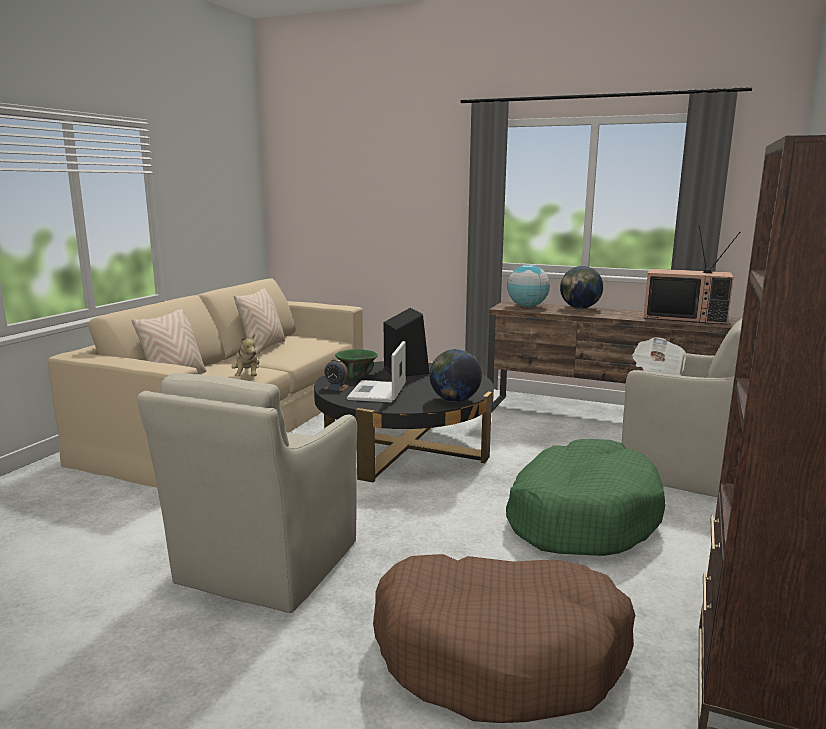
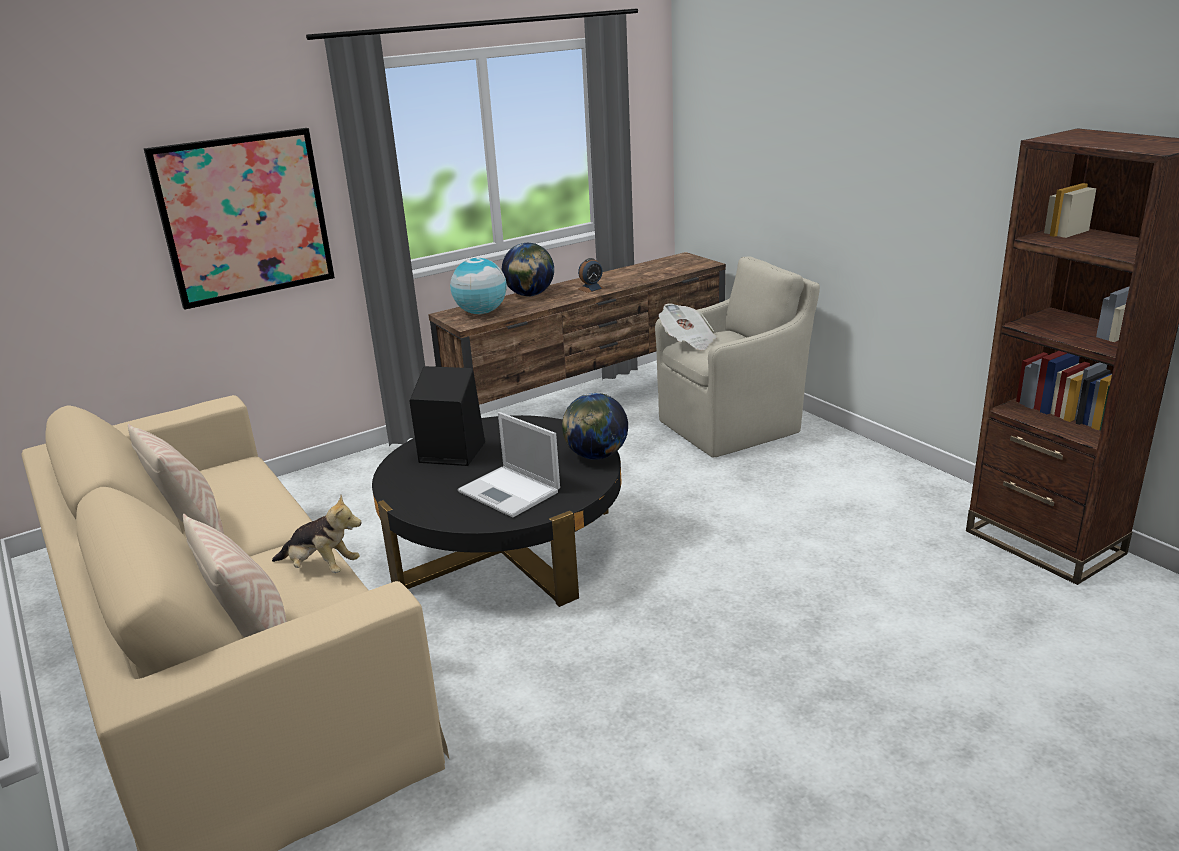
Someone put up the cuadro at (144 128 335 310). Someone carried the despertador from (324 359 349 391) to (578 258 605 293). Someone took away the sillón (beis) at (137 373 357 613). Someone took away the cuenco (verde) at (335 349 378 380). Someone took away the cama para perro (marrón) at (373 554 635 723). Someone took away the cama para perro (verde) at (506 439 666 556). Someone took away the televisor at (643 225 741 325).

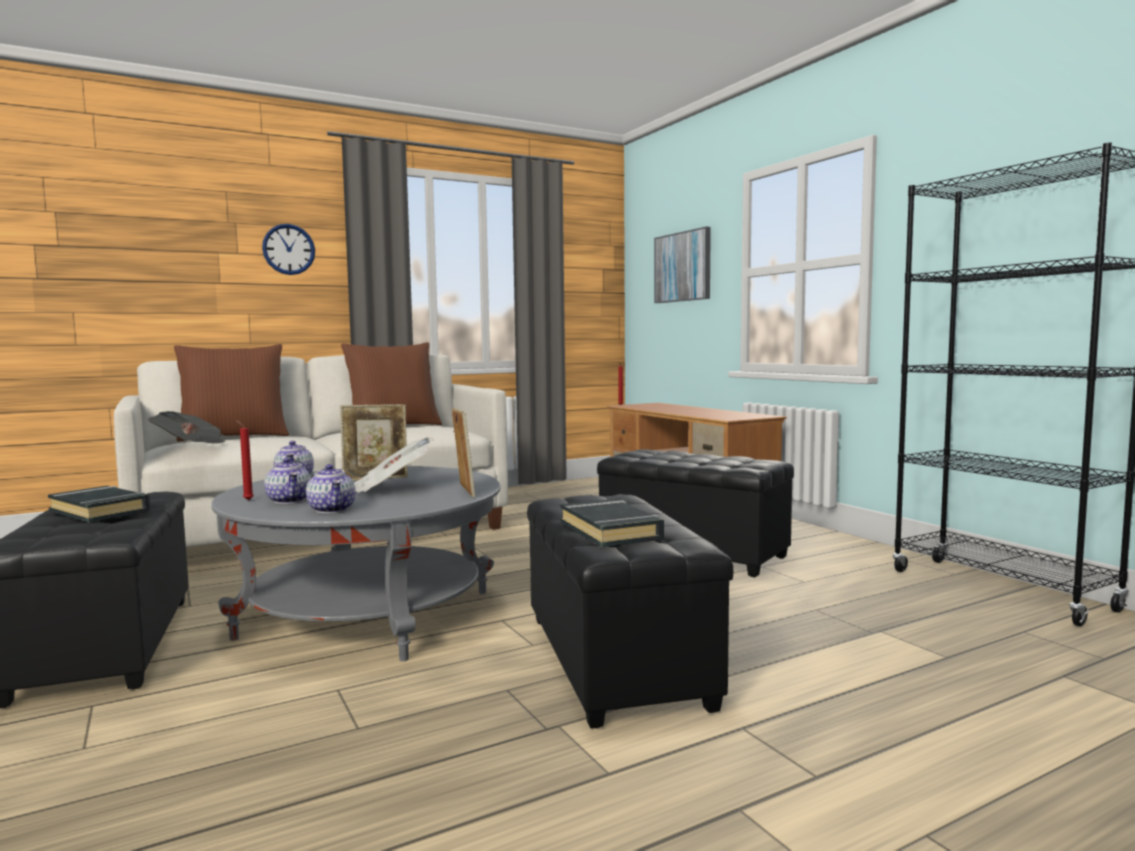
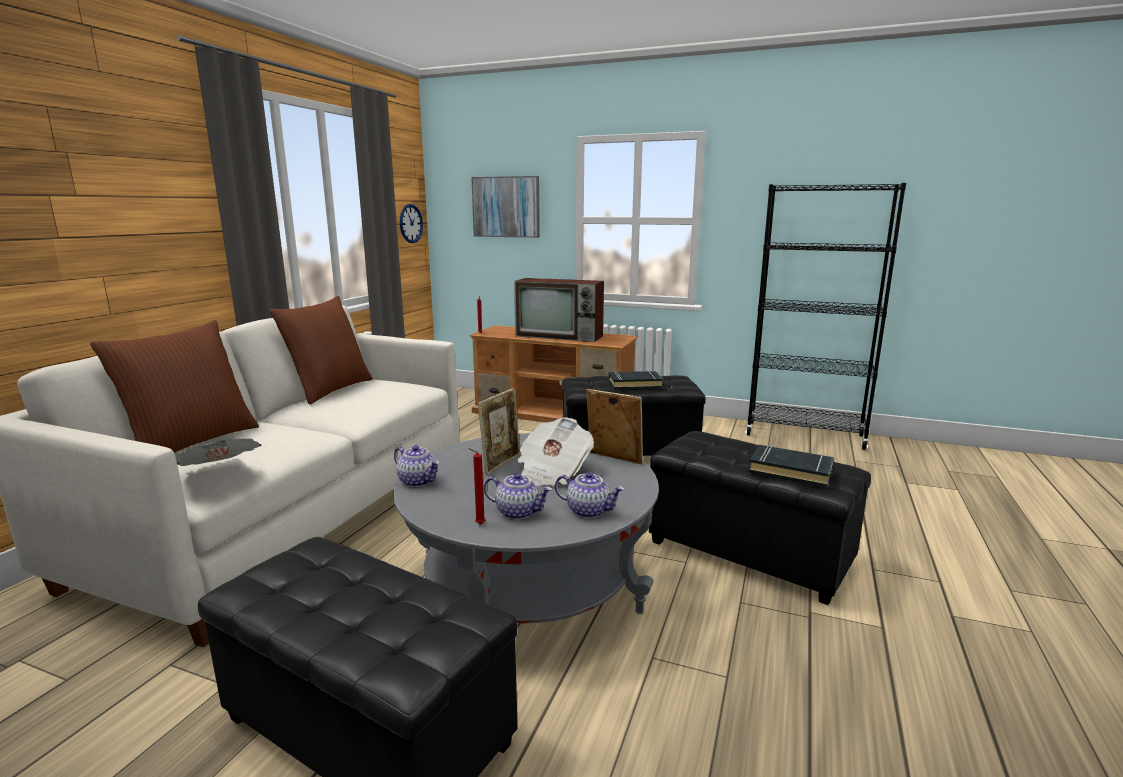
Someone carried the reloj de pared from (262 224 315 275) to (400 204 423 243). Someone put down the televisor at (514 278 604 342). Someone carried the libro (negro) from (48 486 150 522) to (609 371 663 389).

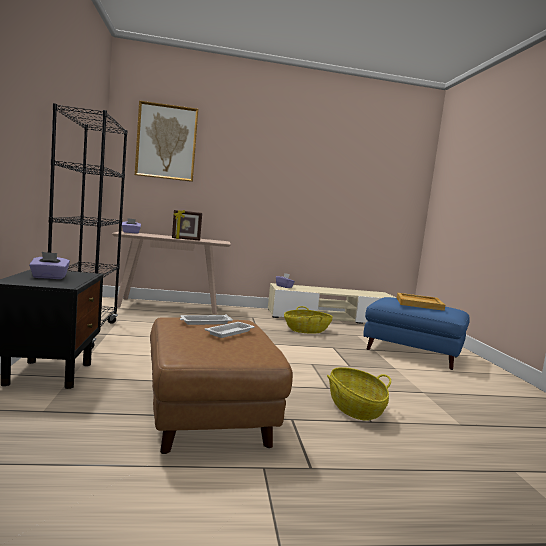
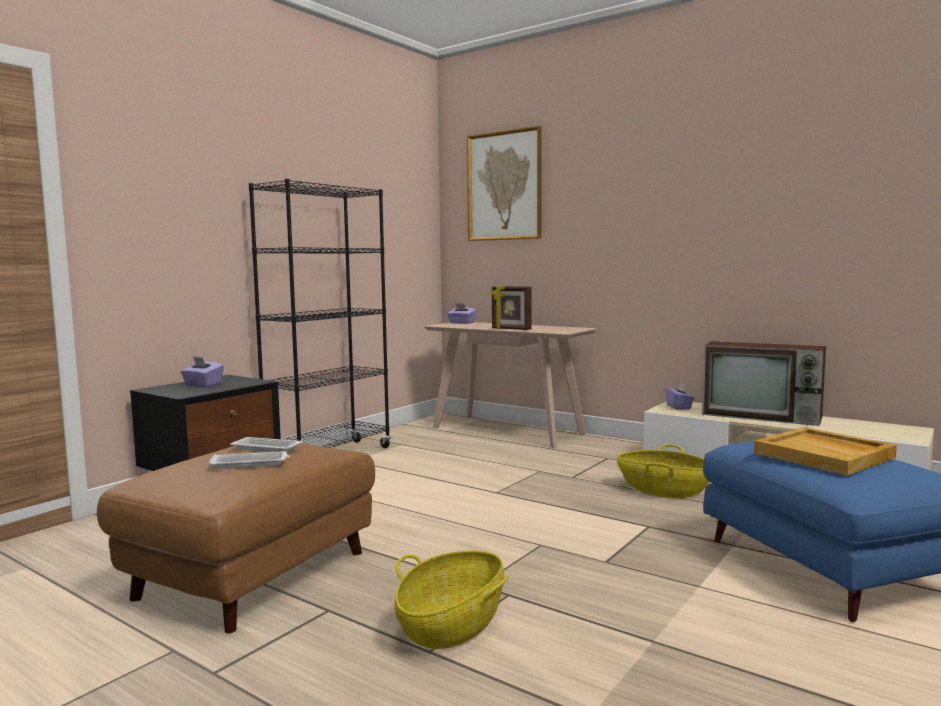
Someone put down the televisor at (702 341 826 426).

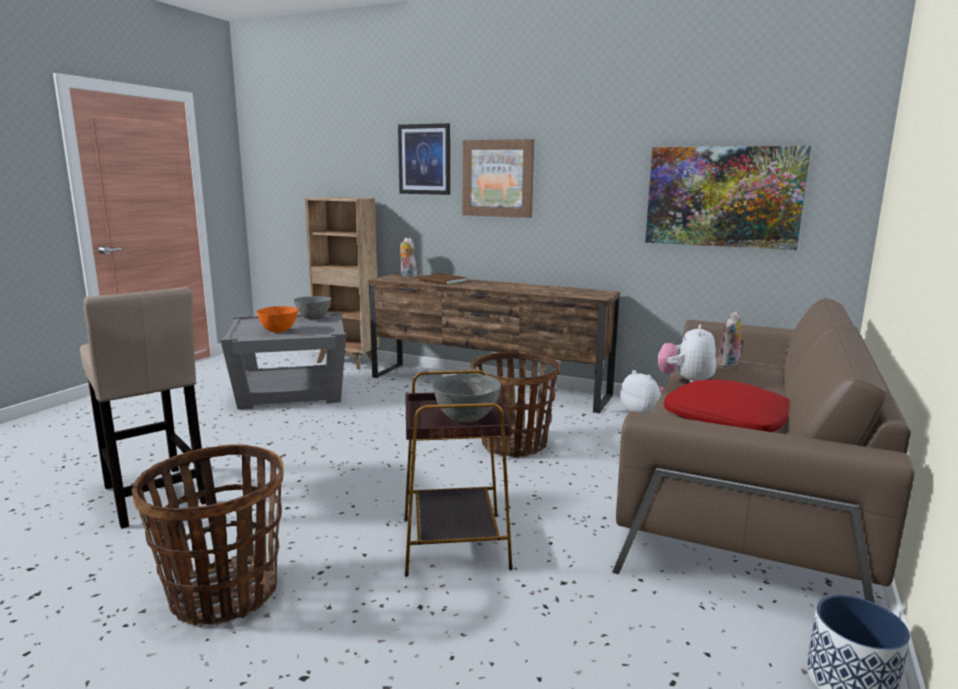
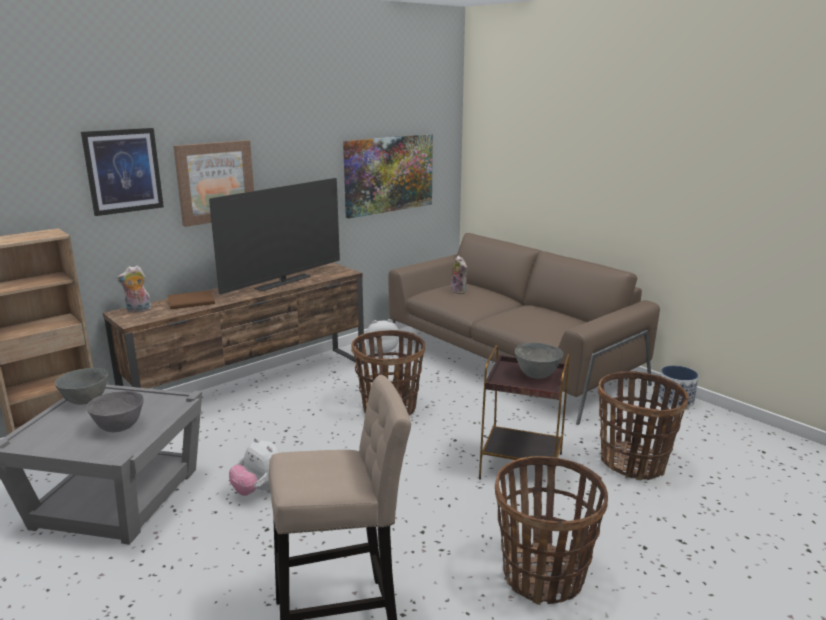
Someone repainted the cuenco (naranja) at (257 306 298 333), which became the cuenco (gris) at (87 391 144 432). Someone put down the televisor at (209 178 340 294). Someone carried the peluche from (658 325 716 383) to (229 438 280 496). Someone put down the cesta at (598 371 689 480). Someone took away the cojín (rojo) at (664 379 790 432).

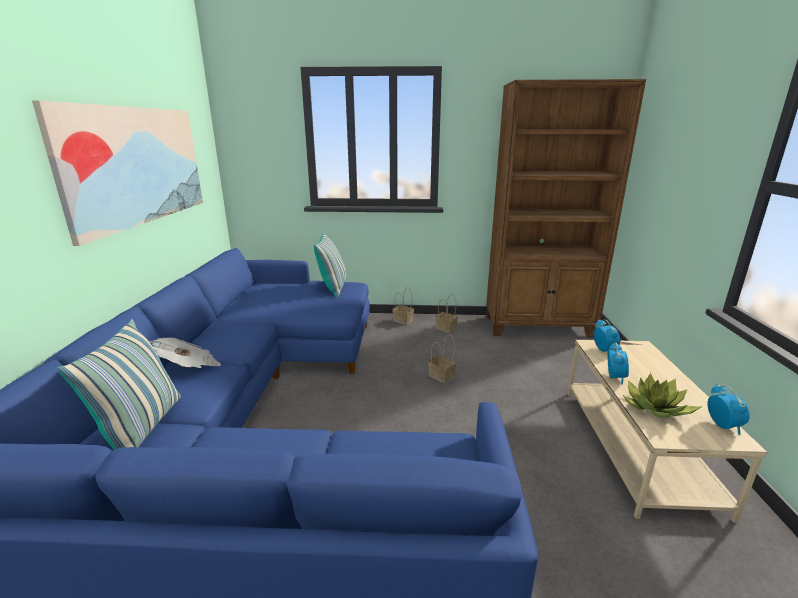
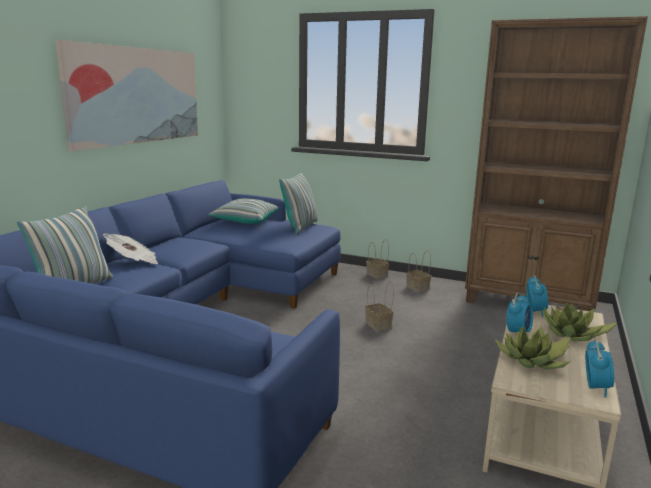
Someone put down the cojín at (208 199 279 224). Someone put down the planta en maceta at (542 302 617 341).

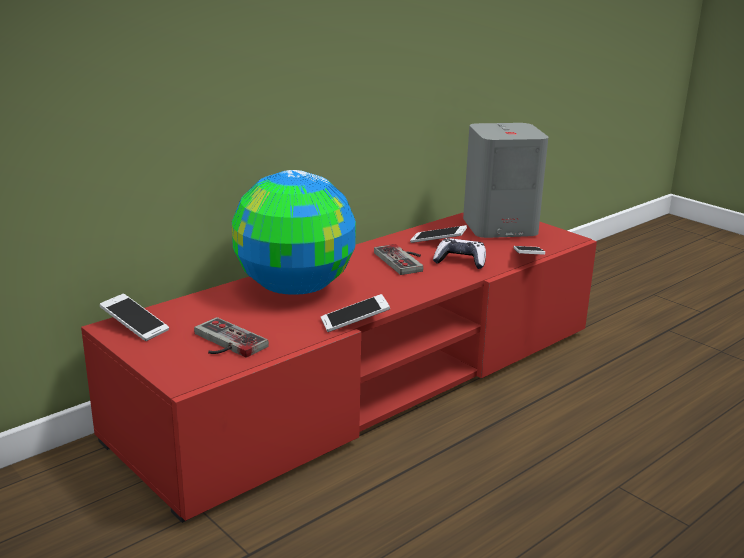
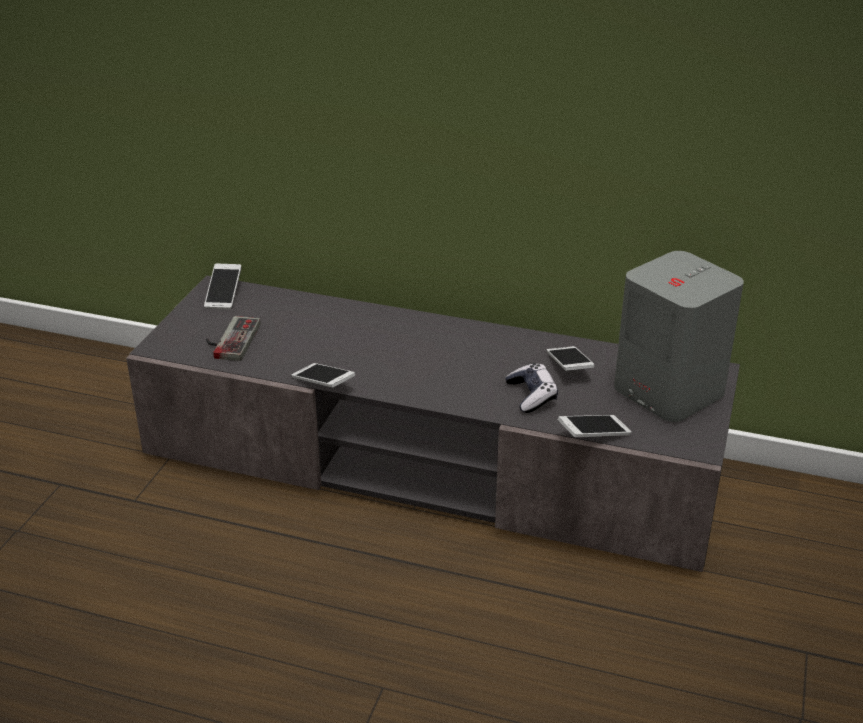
Someone repainted the mueble de televisión (rojo) at (81 212 597 523), which became the mueble de televisión (gris) at (126 276 740 572). Someone took away the globo terráqueo at (232 170 356 295). Someone took away the mando de consola at (374 244 423 275).

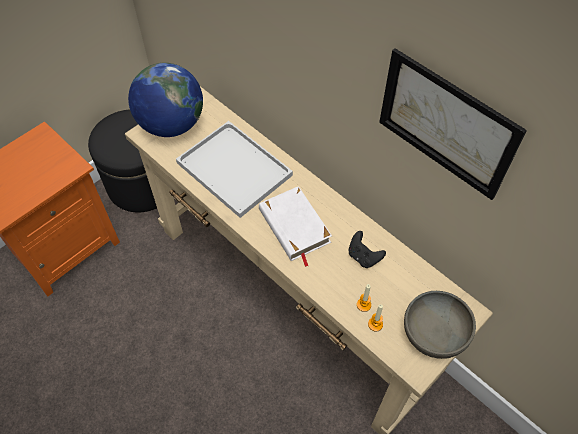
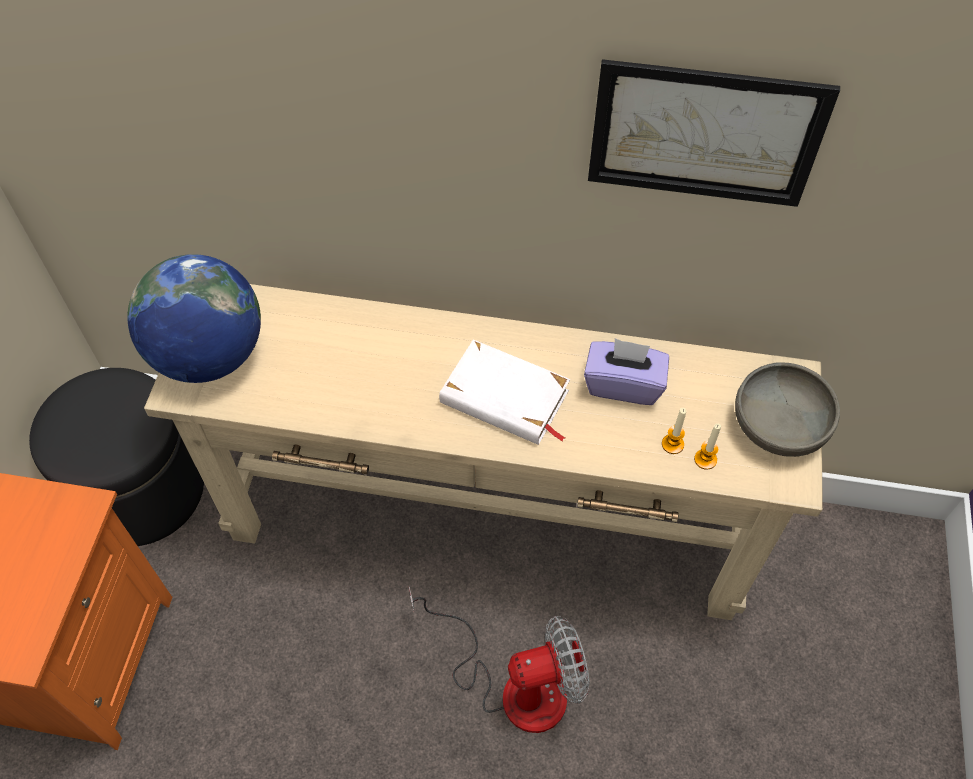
Someone put down the ventilador at (409 587 589 733). Someone swapped the mando de consola (negro) at (348 231 386 268) for the caja de pañuelos (morado) at (584 338 669 405). Someone took away the bandeja (blanco) at (176 121 293 218).

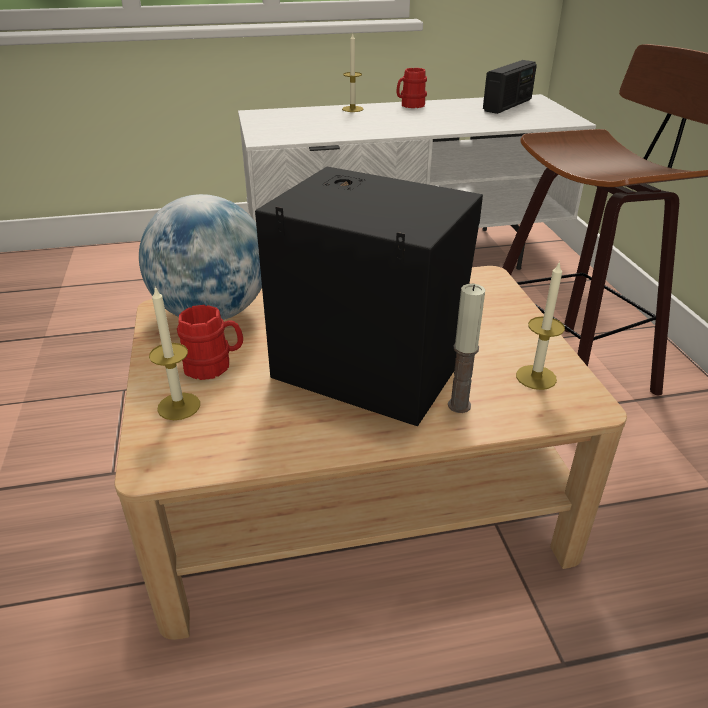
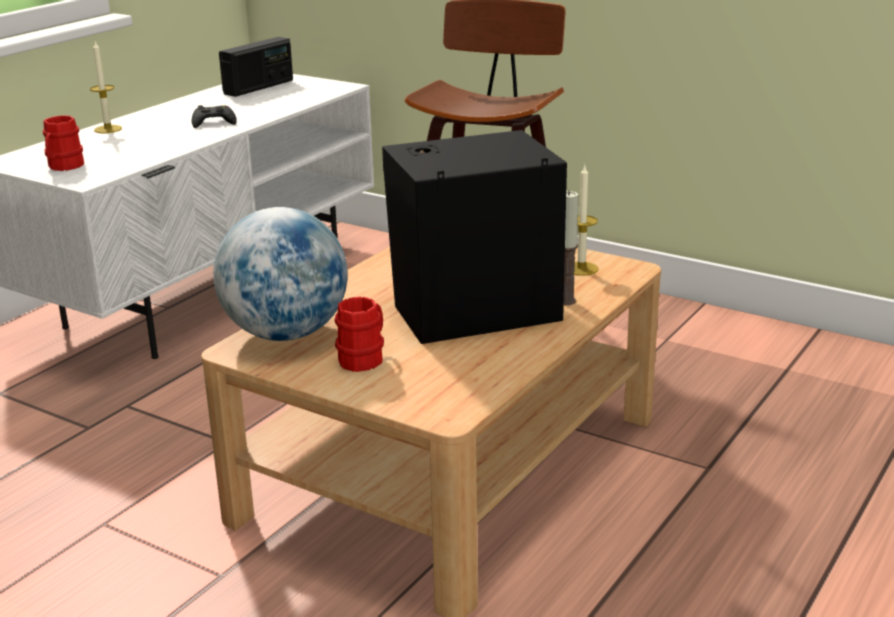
Someone carried the taza grande (rojo) from (396 68 427 108) to (43 115 84 171). Someone put down the mando de consola (negro) at (192 105 237 128). Someone rotated the radio at (483 60 537 114) by 45 degrees clockwise. Someone took away the vela at (149 286 200 420).

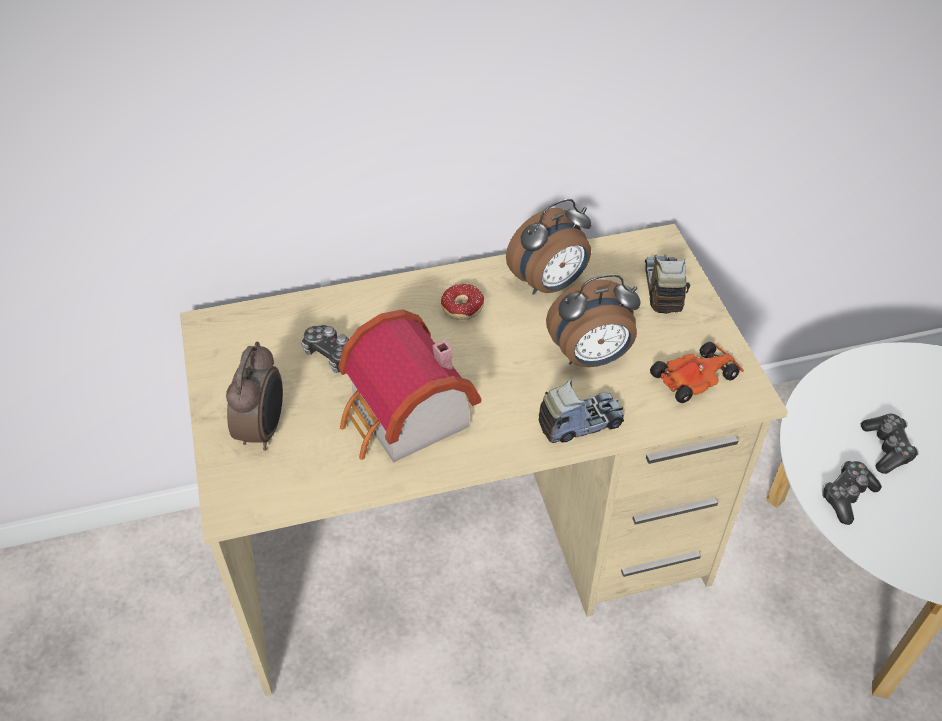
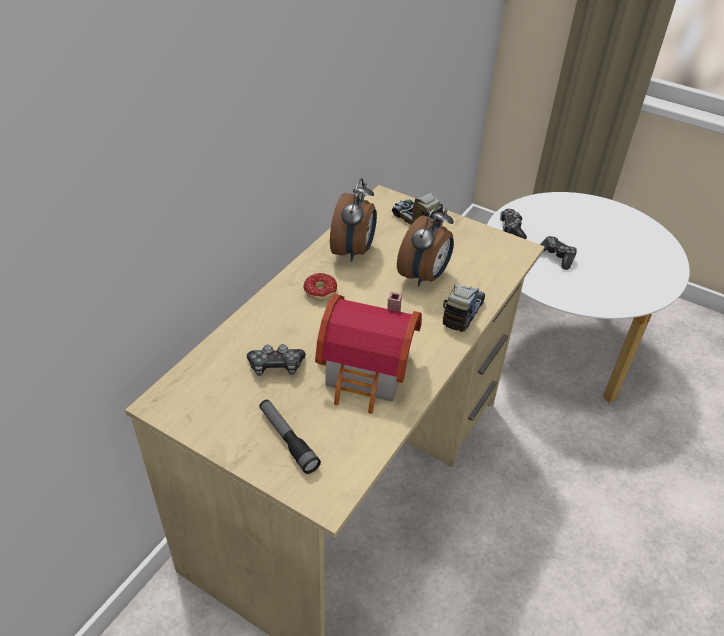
Someone swapped the despertador at (226 342 283 451) for the linterna at (259 400 321 474). Someone carried the mando de consola from (822 461 882 525) to (500 209 527 239). Someone took away the coche de juguete at (650 342 744 403).

